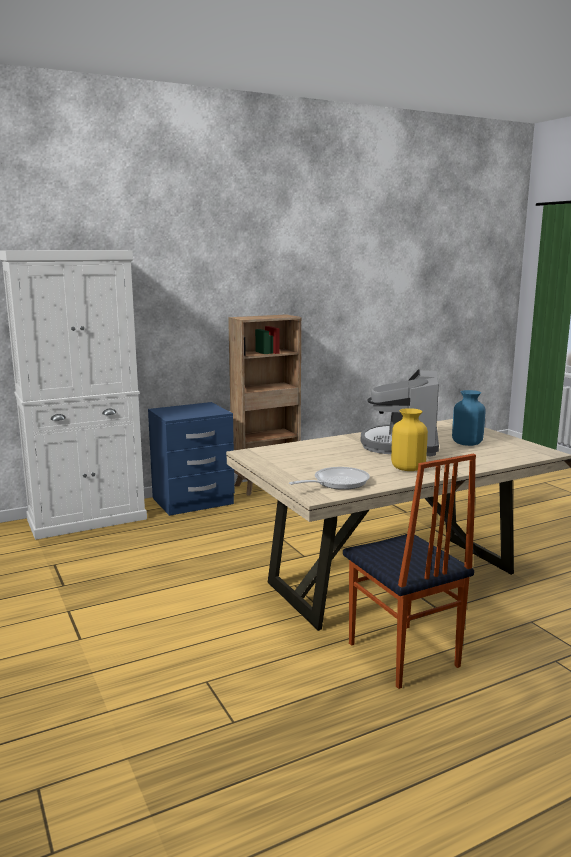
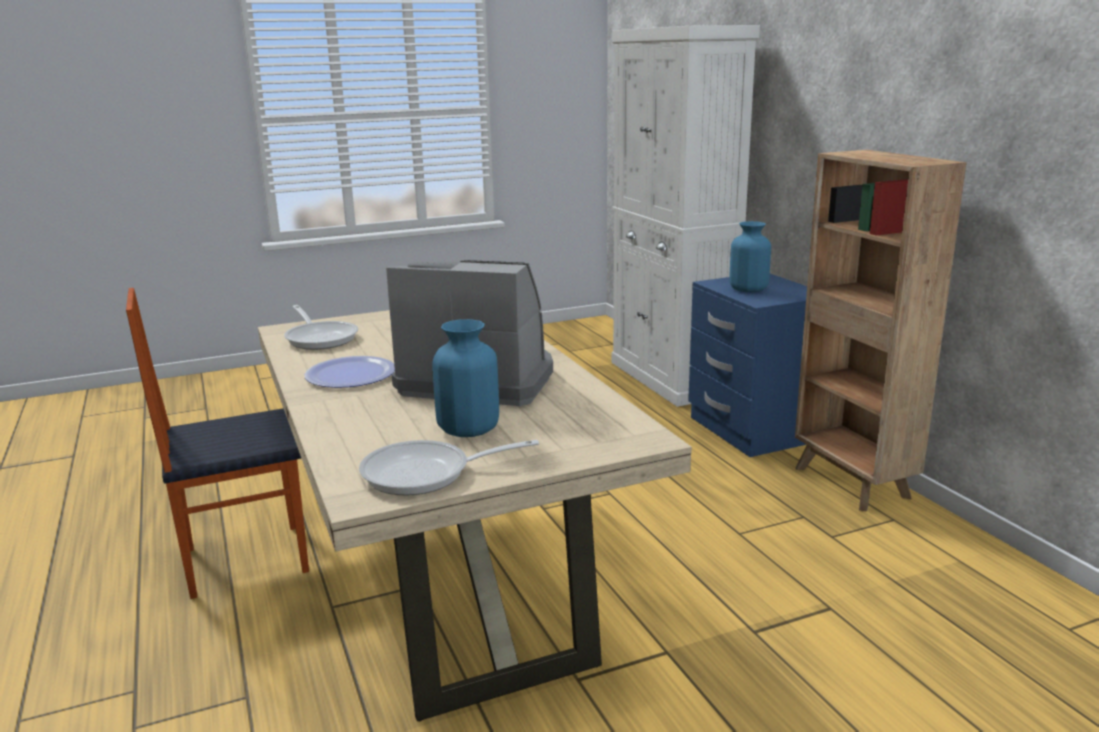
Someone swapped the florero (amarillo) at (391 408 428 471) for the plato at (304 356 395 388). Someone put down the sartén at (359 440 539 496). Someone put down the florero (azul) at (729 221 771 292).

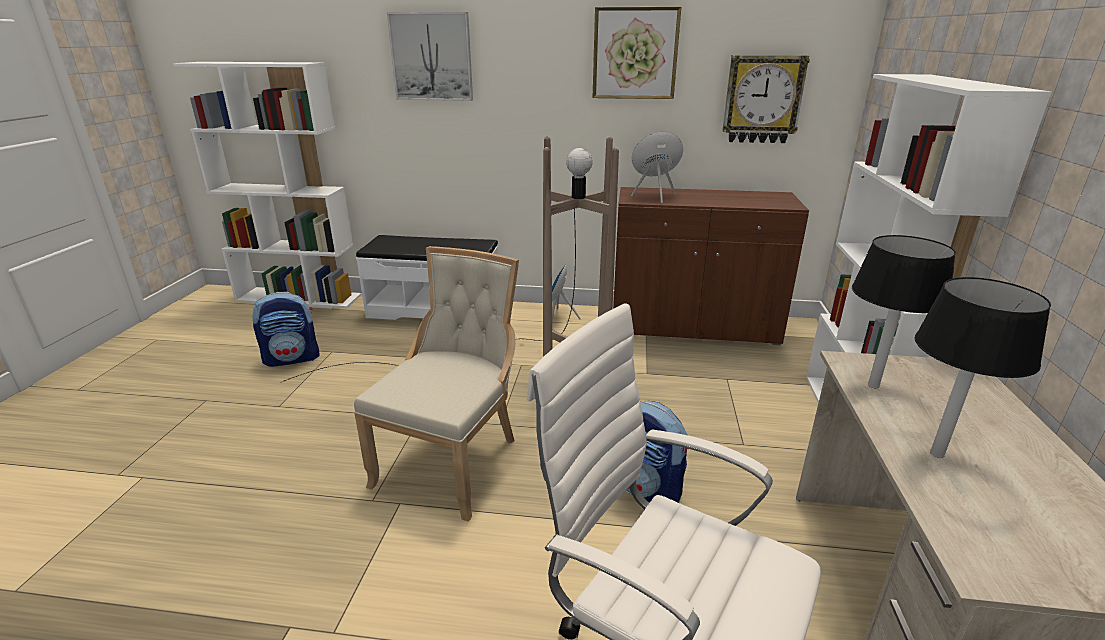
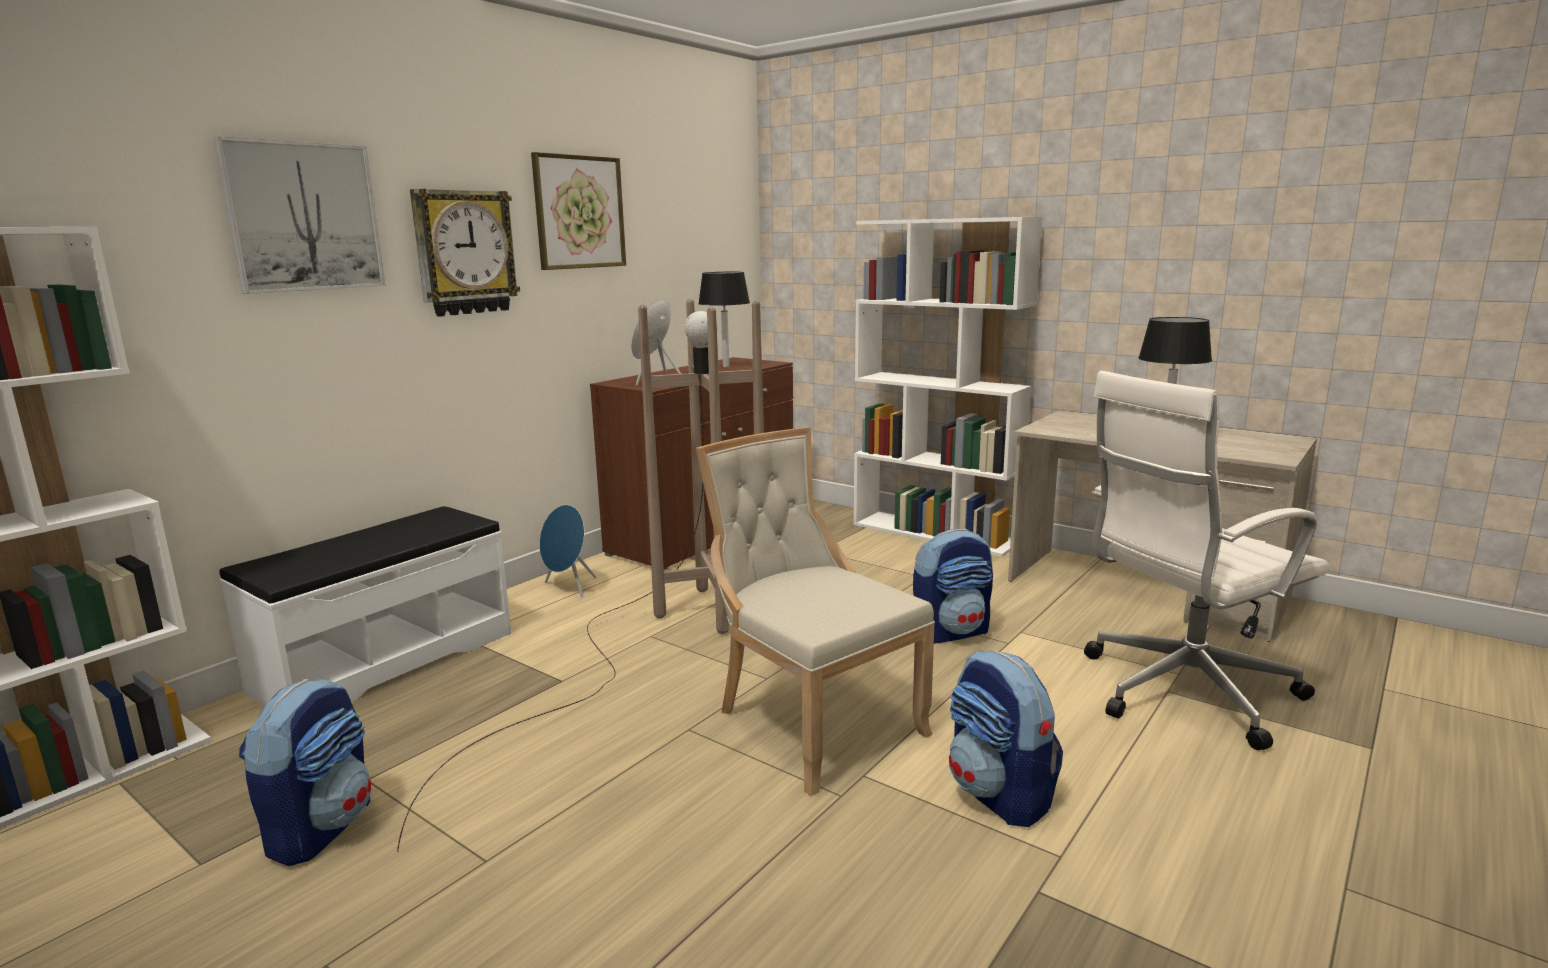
Someone carried the reloj de pared from (722 55 810 143) to (410 189 520 317). Someone carried the lámpara de mesa (negro) from (852 235 956 388) to (698 272 750 367). Someone put down the mochila at (949 650 1063 827).

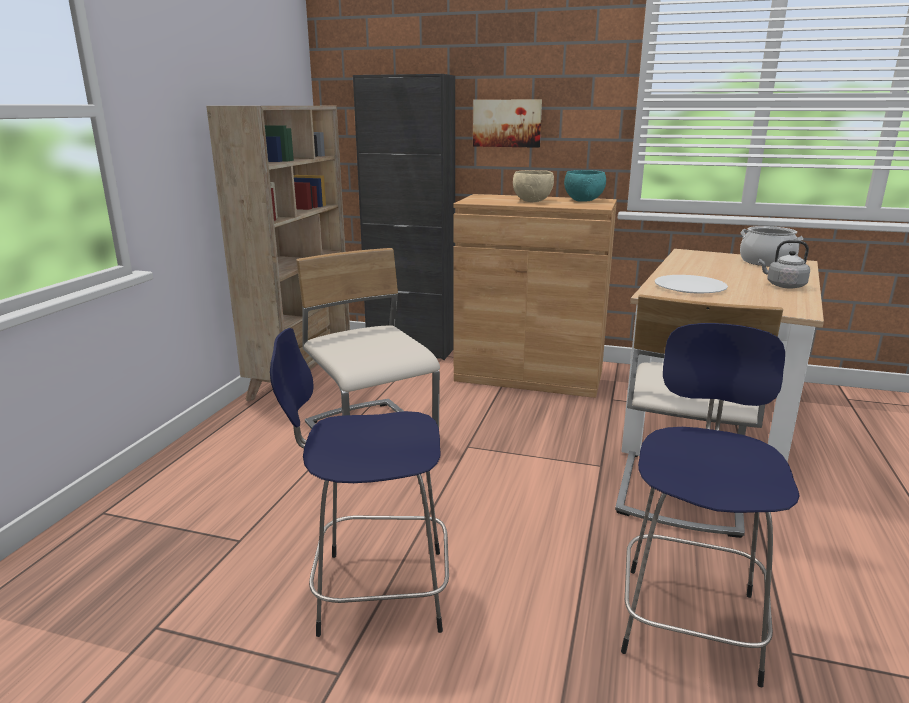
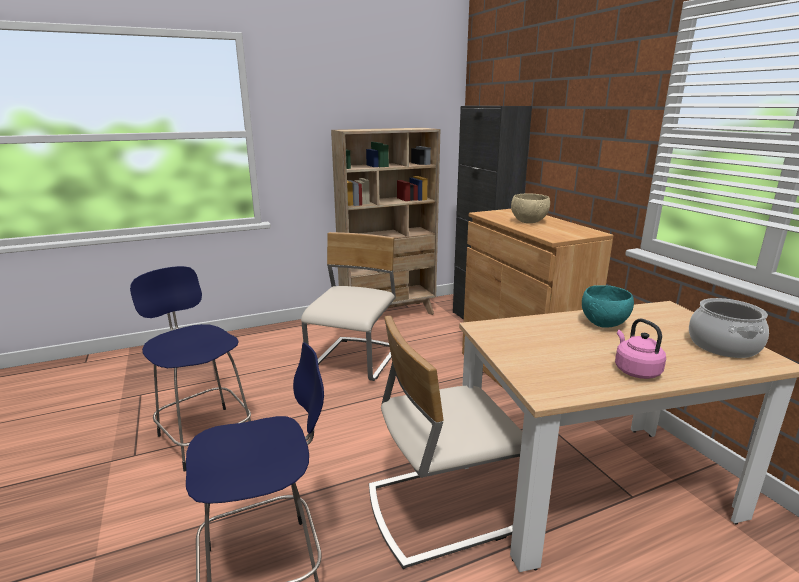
Someone carried the cuenco (turquesa) from (564 170 606 202) to (582 285 634 328). Someone repainted the hervidor (gris) at (758 240 810 288), which became the hervidor (rosa) at (615 319 666 379). Someone took away the cuadro at (473 100 542 148). Someone took away the plato (blanco) at (655 275 728 294).

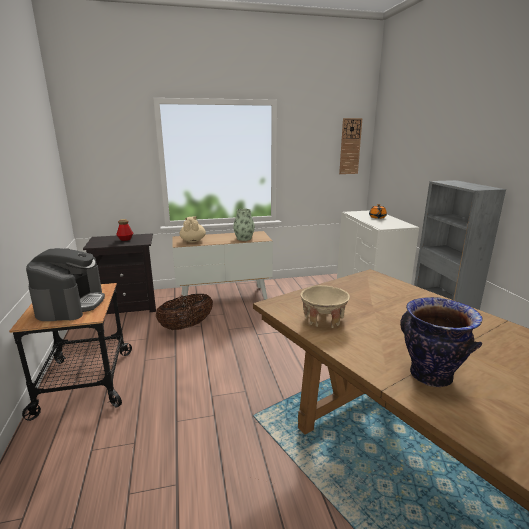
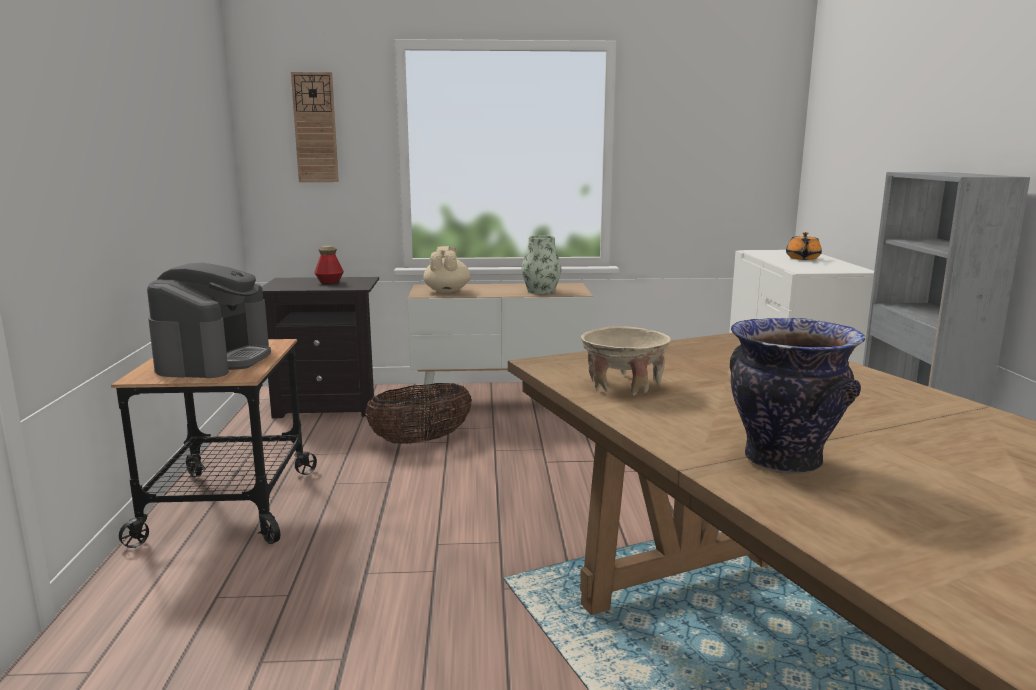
Someone carried the reloj de pared from (339 118 362 174) to (291 72 339 182).

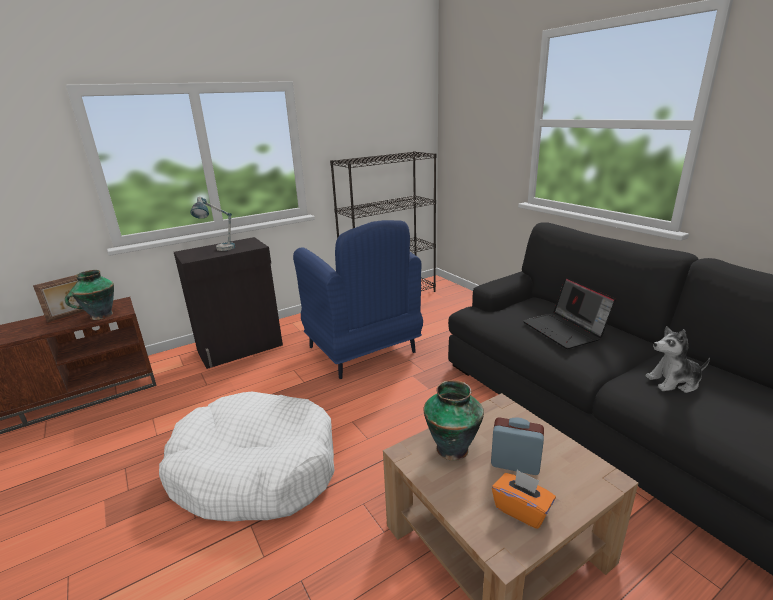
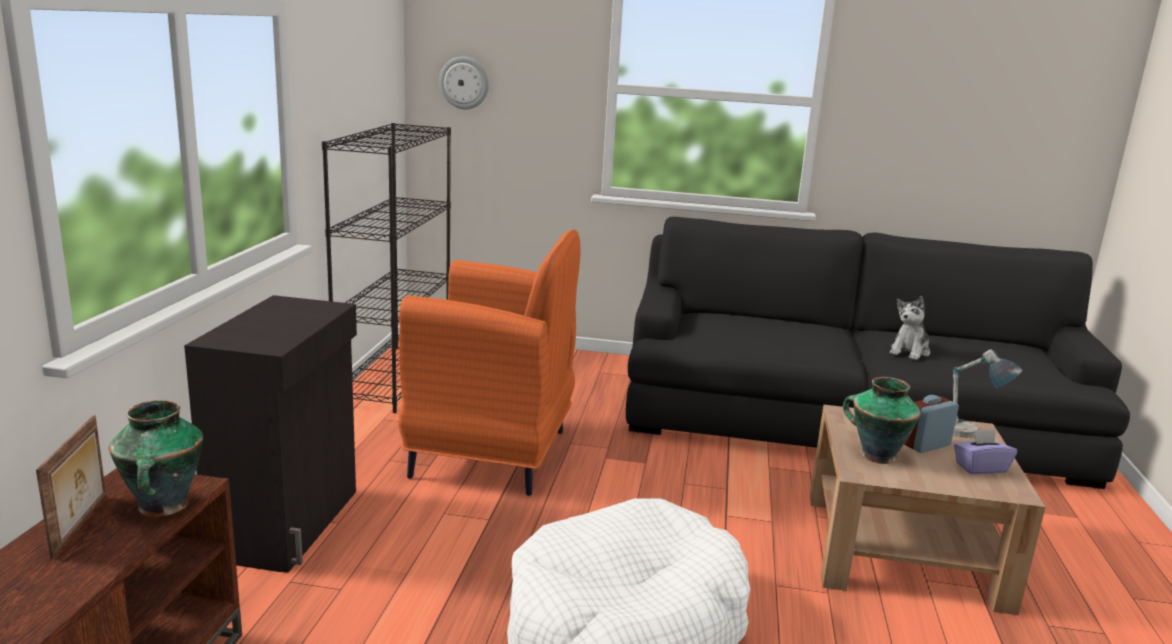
Someone repainted the sillón (azul) at (293 220 423 379), which became the sillón (naranja) at (398 229 581 496). Someone put up the reloj de pared at (439 56 489 109). Someone carried the lámpara de mesa from (190 197 235 251) to (953 349 1023 438). Someone repainted the caja de pañuelos (naranja) at (492 470 556 529), which became the caja de pañuelos (morado) at (954 430 1017 474). Someone took away the portátil at (523 277 616 349).

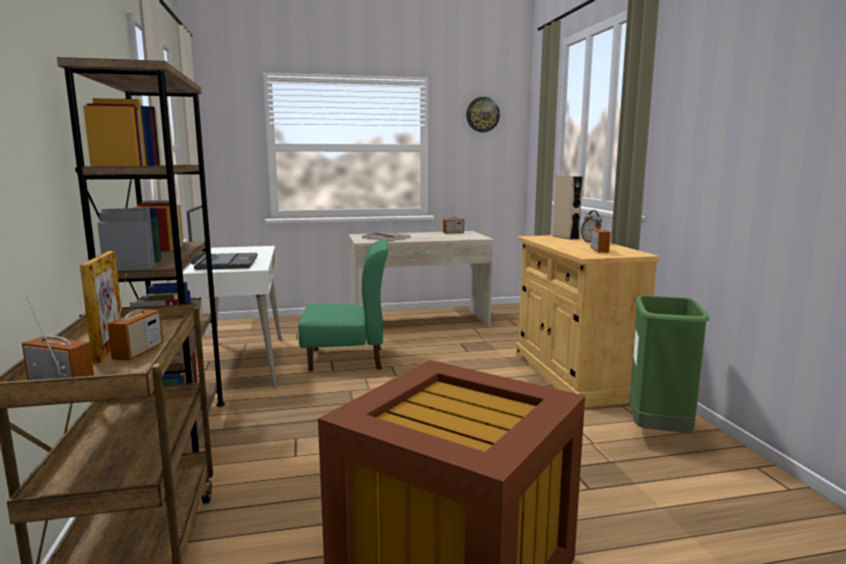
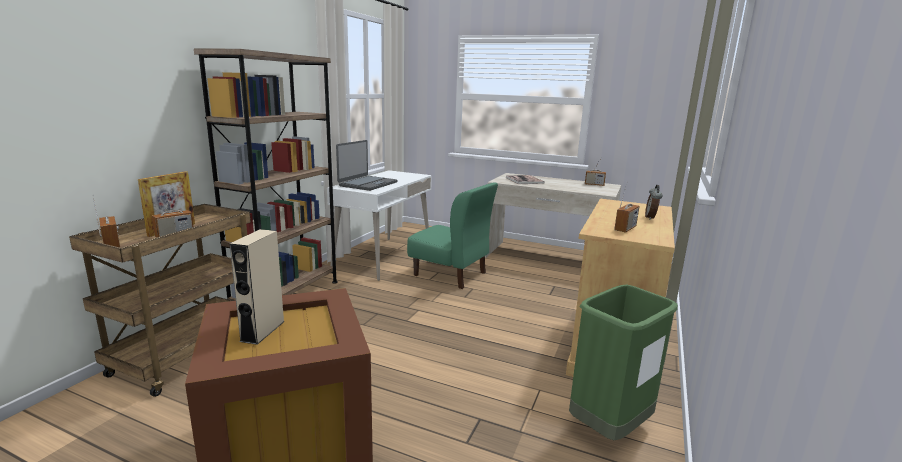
Someone carried the altavoz (beis) from (552 176 583 240) to (229 229 285 345). Someone took away the reloj de pared at (466 97 500 132).

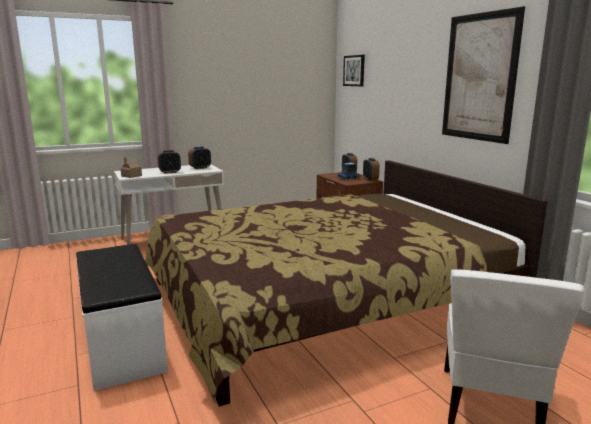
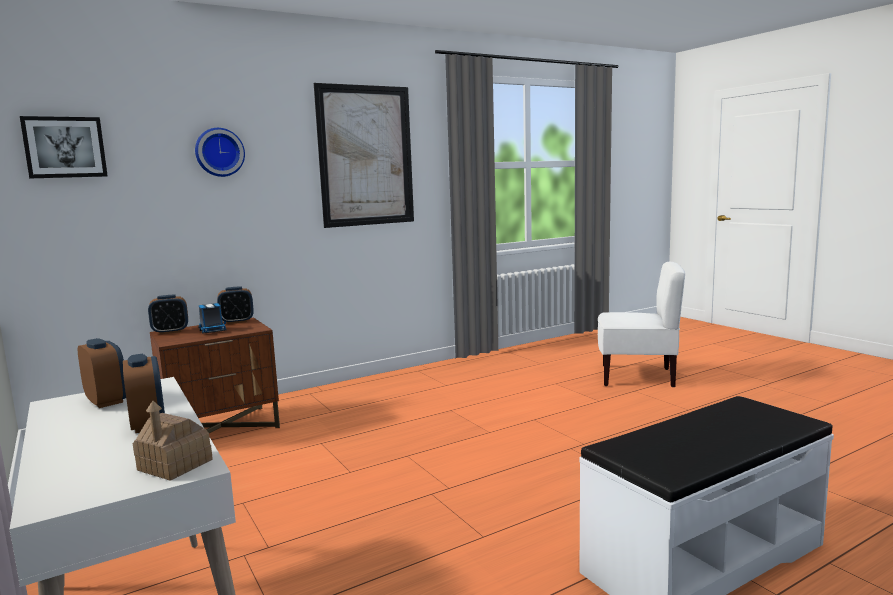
Someone put up the reloj de pared at (195 128 245 177). Someone took away the cama at (145 160 547 407).

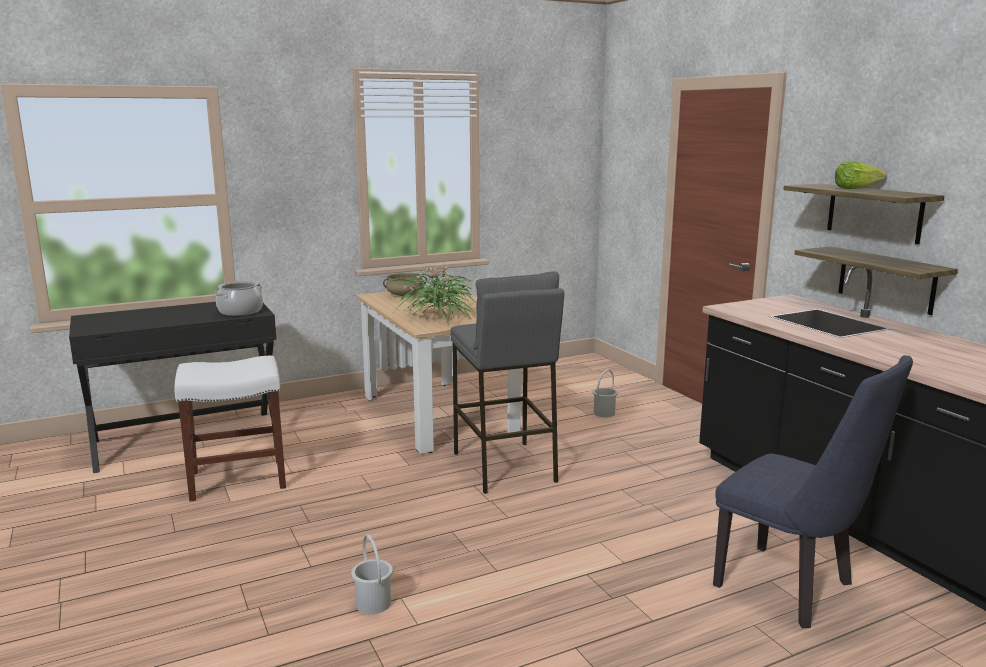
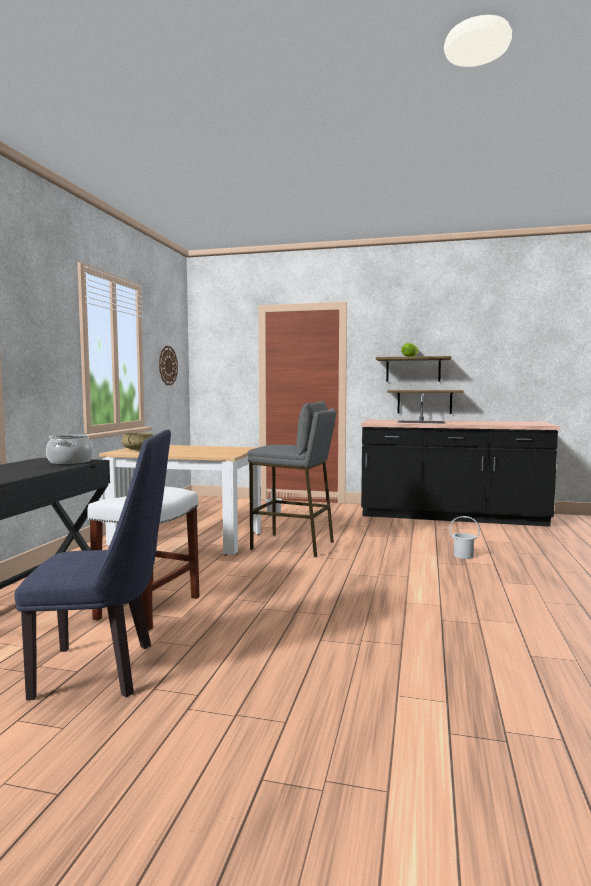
Someone carried the silla (azul) from (713 355 913 628) to (15 429 171 700). Someone put up the reloj de pared at (159 346 178 385). Someone carried the cubo (blanco) from (351 534 393 614) to (449 516 480 559). Someone took away the planta en maceta at (392 266 476 325).

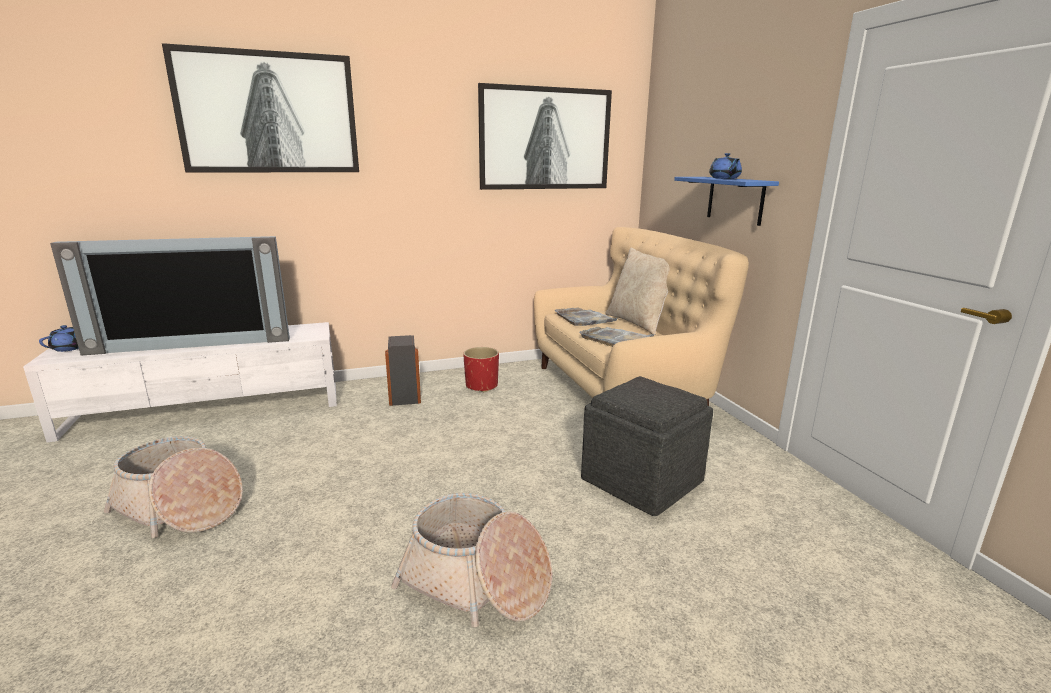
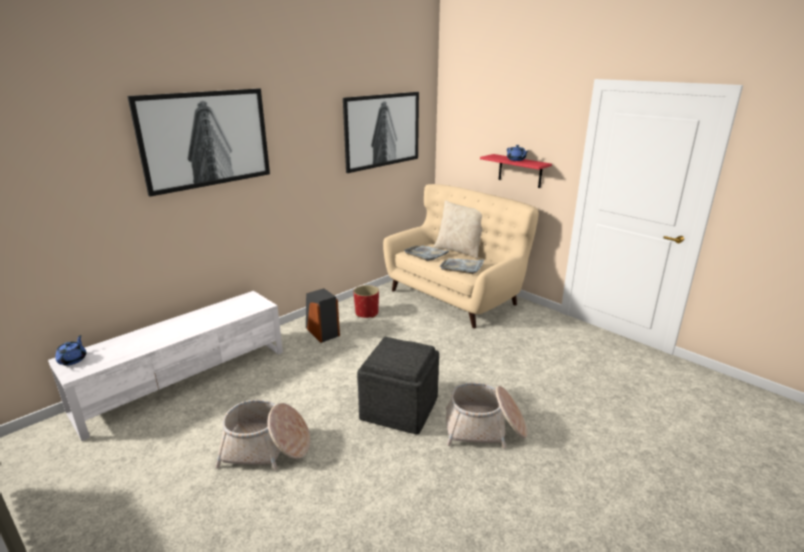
Someone carried the puf (gris) from (581 376 713 516) to (357 337 439 434). Someone repainted the estante (azul) at (674 177 779 226), which became the estante (rojo) at (480 154 552 188). Someone took away the televisor at (50 236 290 356).

